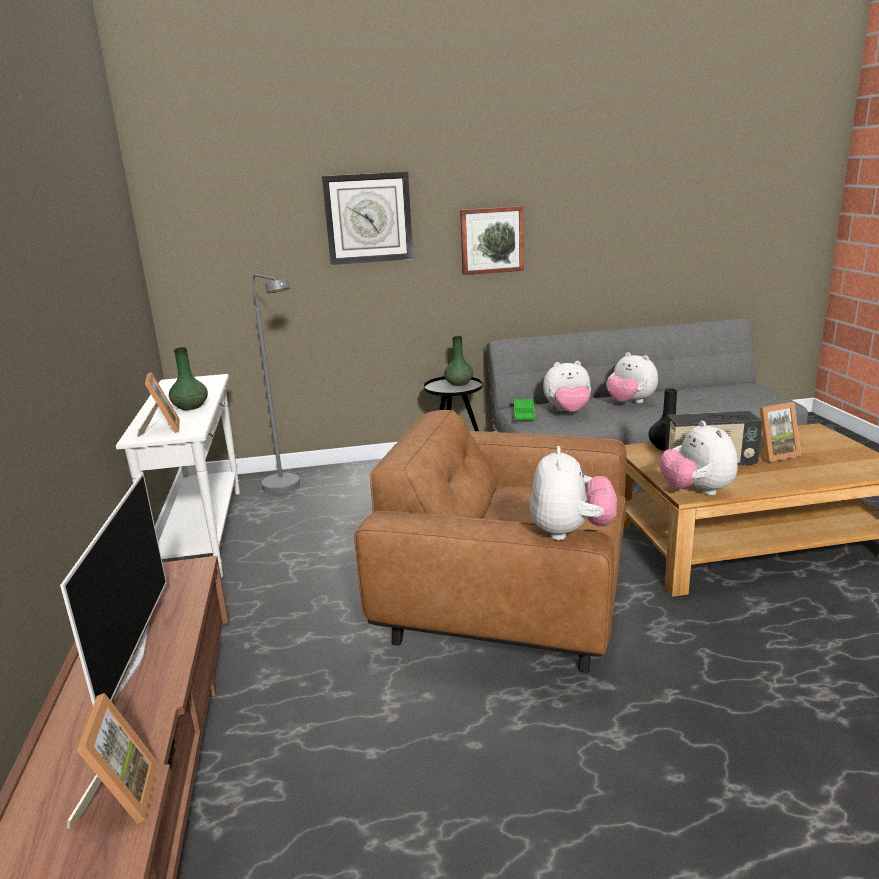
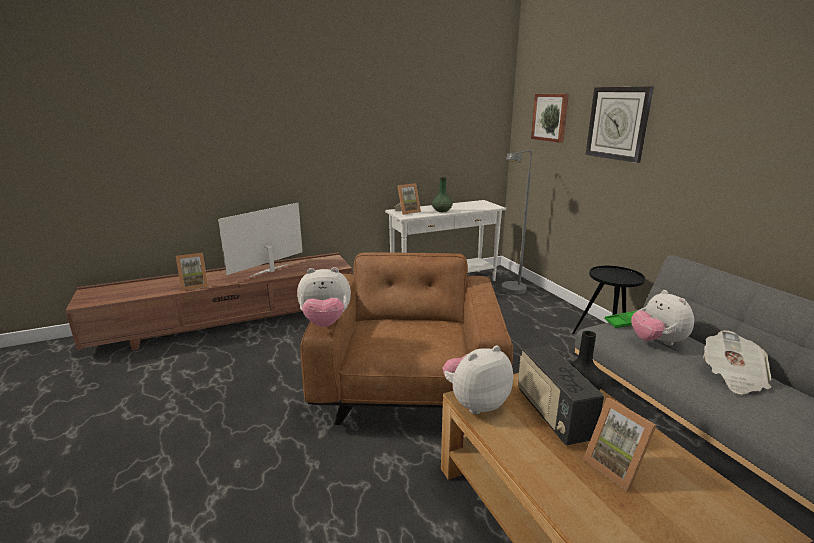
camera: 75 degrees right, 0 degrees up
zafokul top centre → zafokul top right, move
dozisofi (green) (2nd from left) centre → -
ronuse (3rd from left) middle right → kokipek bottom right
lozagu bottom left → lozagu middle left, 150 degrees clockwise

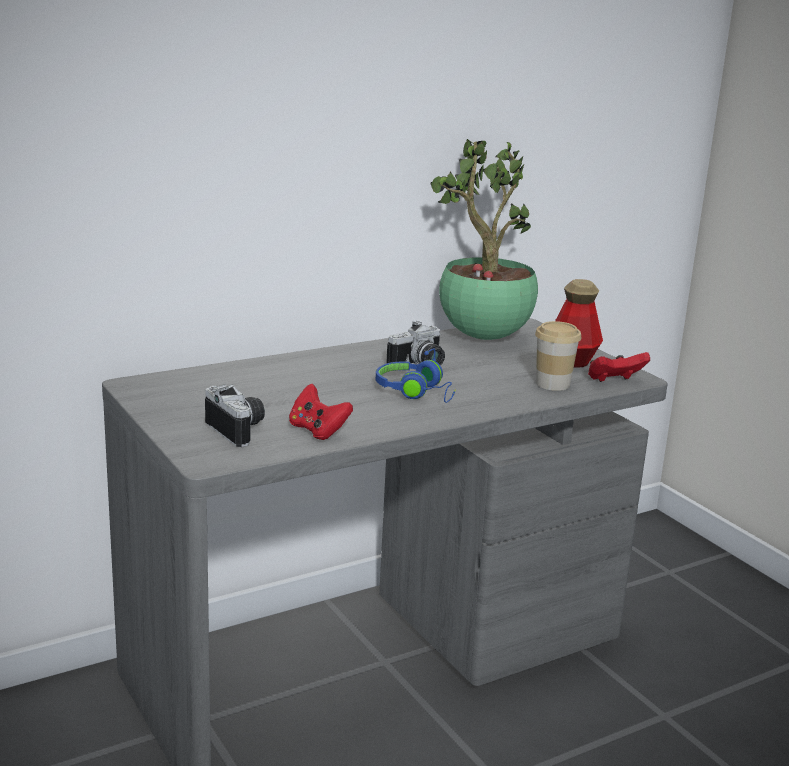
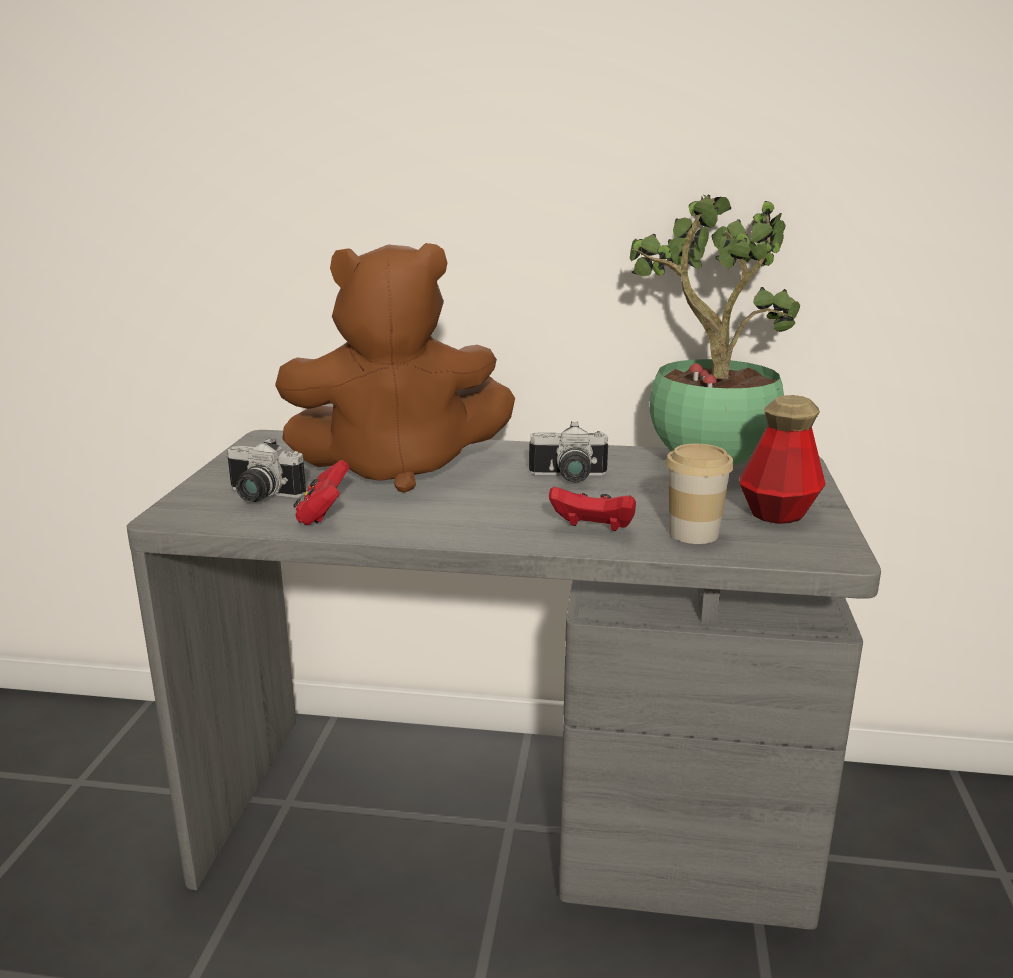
camera: 40 degrees right, 0 degrees up
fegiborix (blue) centre → -
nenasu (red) (2nd from left) middle right → nenasu (red) (2nd from left) centre, move
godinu (1st from left) middle left, 105 degrees clockwise
- → ronuse (brown) centre

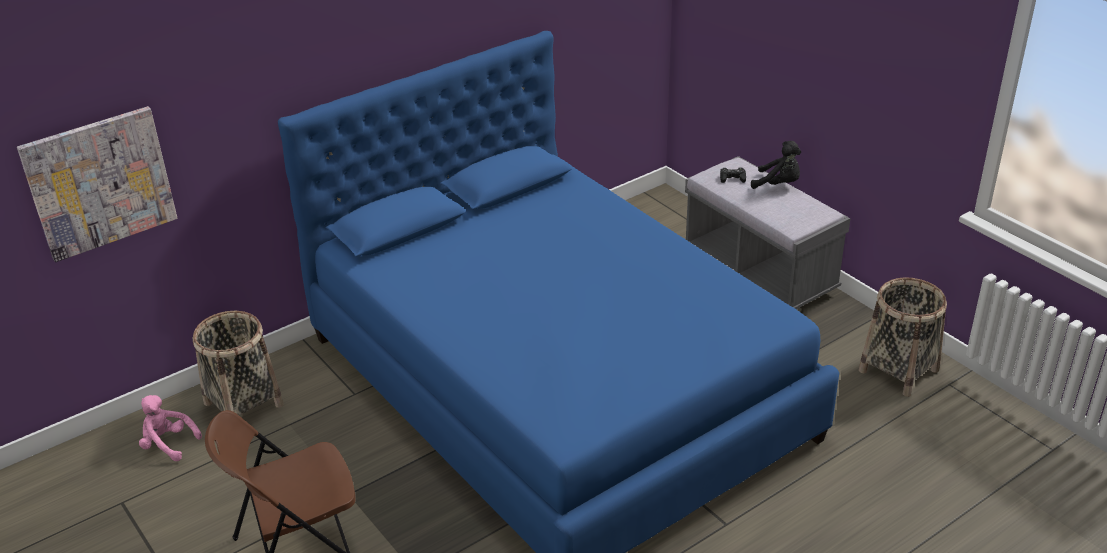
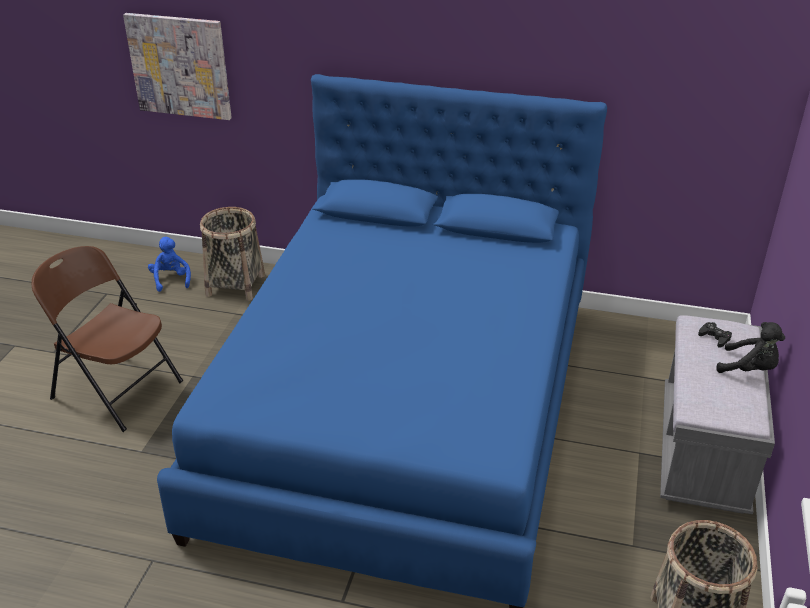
camera: 50 degrees right, 0 degrees up
ronuse (black) top right → ronuse (black) middle right, 45 degrees counterclockwise
ronuse (pink) bottom left → ronuse (blue) middle left

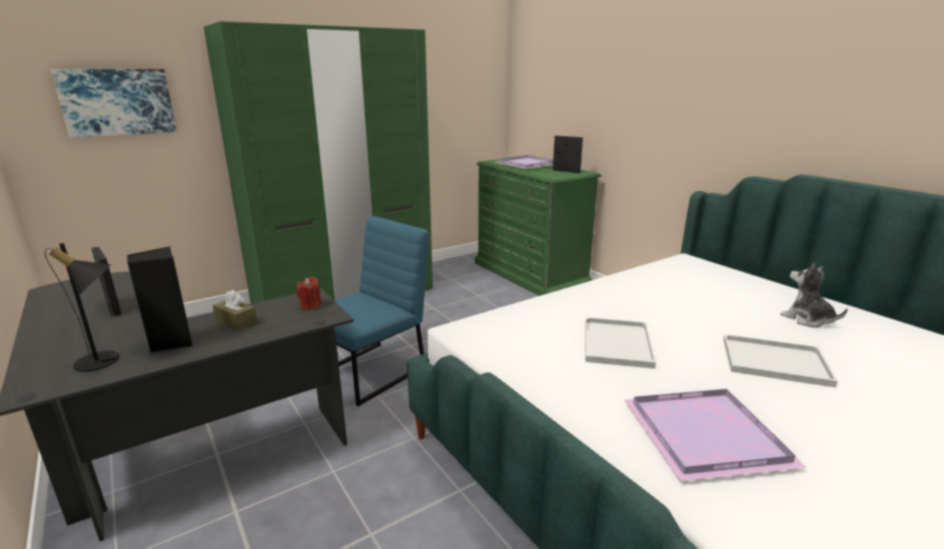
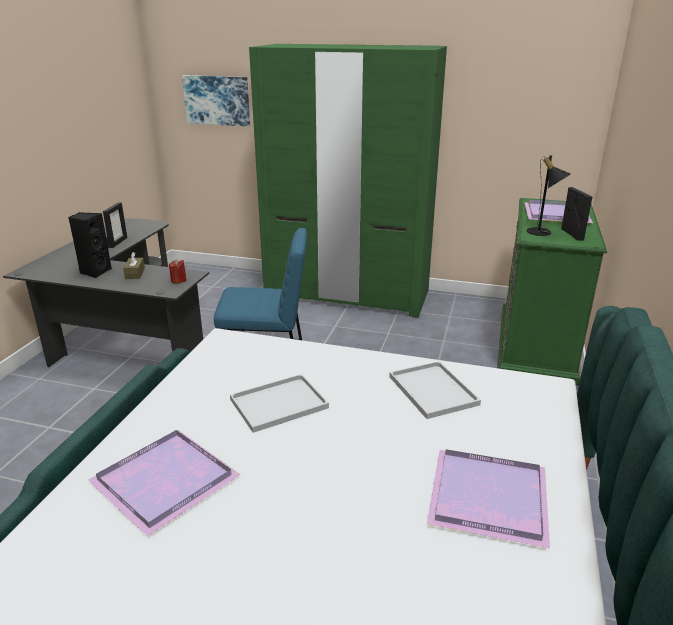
camera: 50 degrees right, 5 degrees up
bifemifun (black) middle left → bifemifun (black) top right, move
ronuse middle right → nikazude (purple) (2nd from left) bottom right
nikazude (white) (2nd from left) middle right → nikazude (white) (2nd from left) centre, move

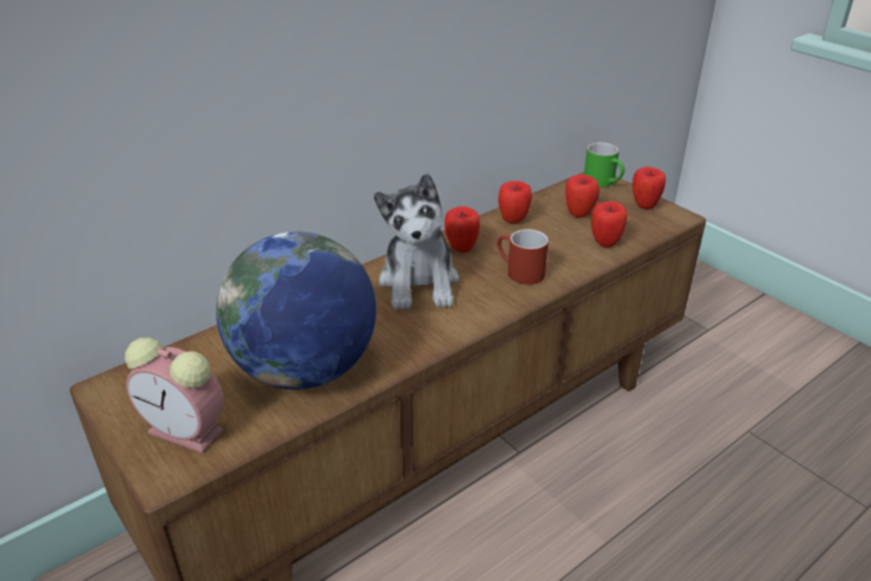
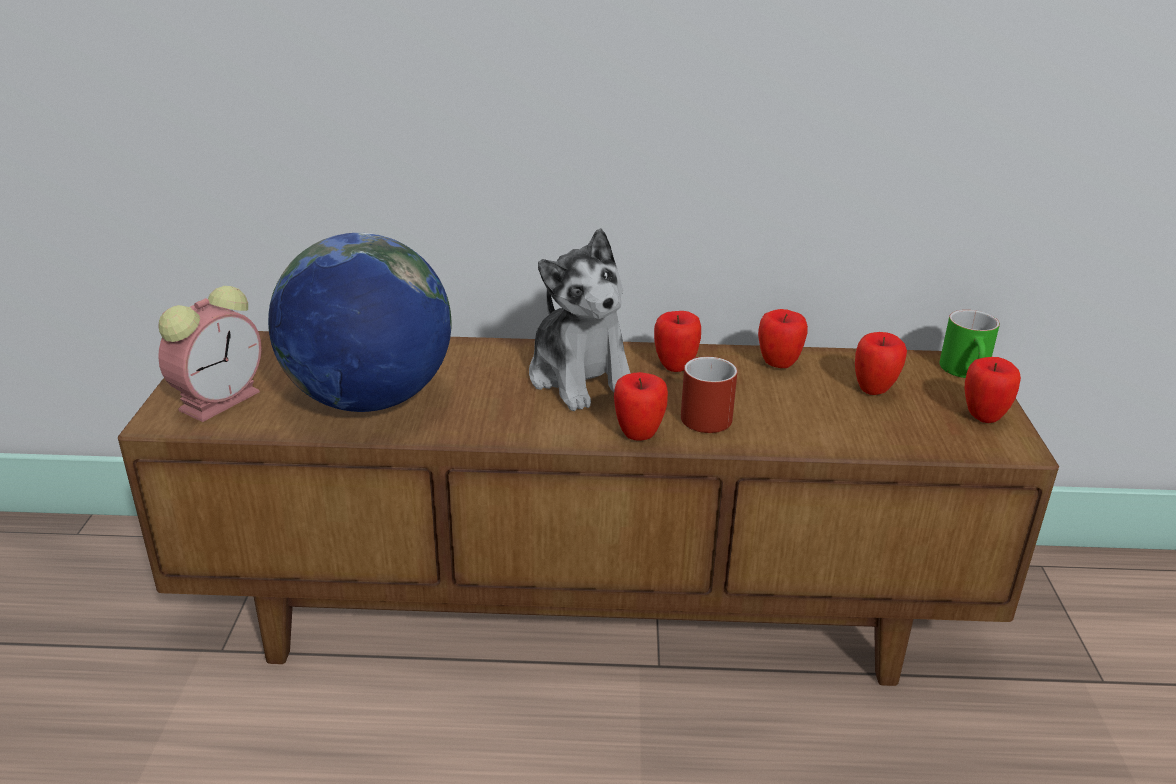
camera: 40 degrees right, 5 degrees down
ronuse centre, 60 degrees counterclockwise
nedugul (4th from left in the first image) middle right → nedugul (1st from left) centre, move
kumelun bottom left → kumelun middle left, 120 degrees counterclockwise

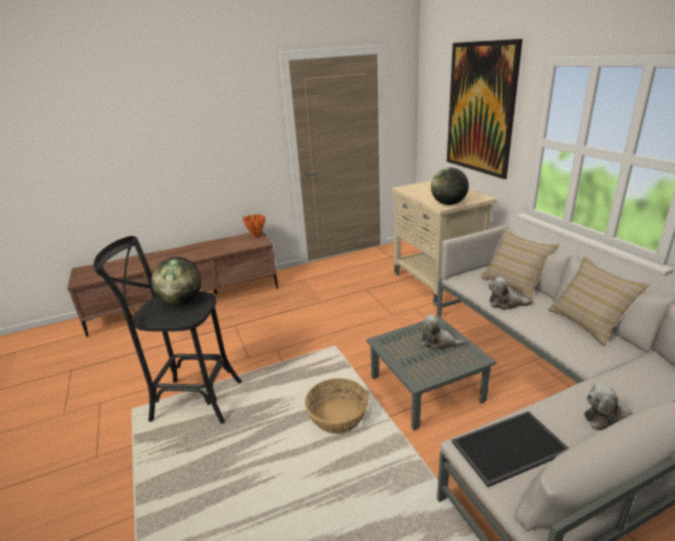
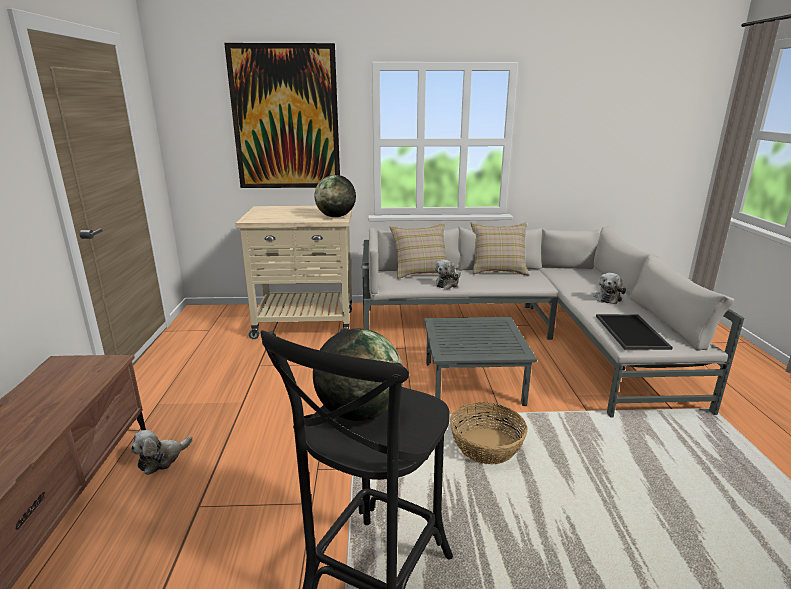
camera: 70 degrees left, 5 degrees down
dozisofi (orange) centre → -
ronuse (1st from left) centre → ronuse (1st from left) bottom left, move

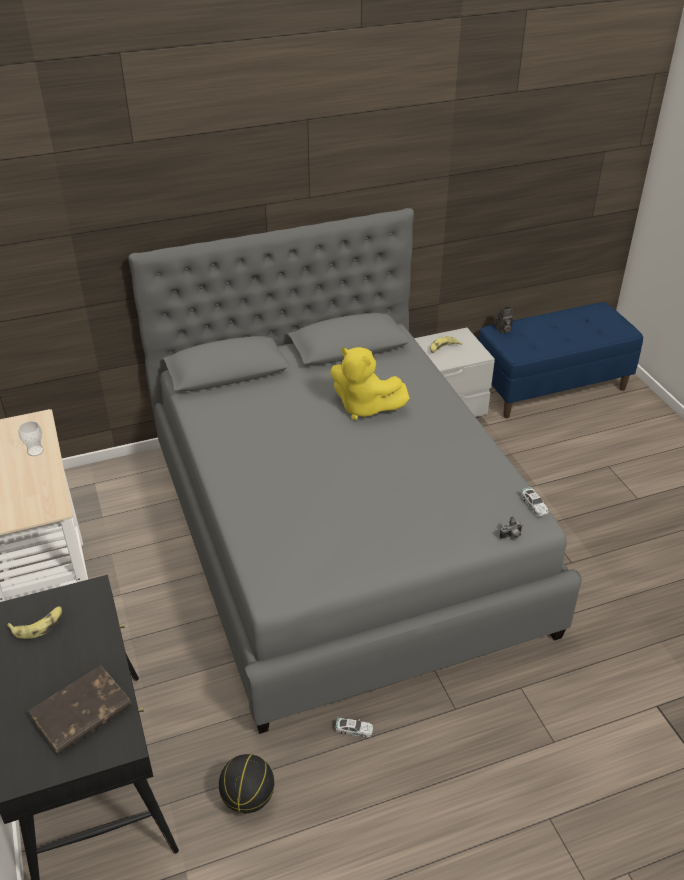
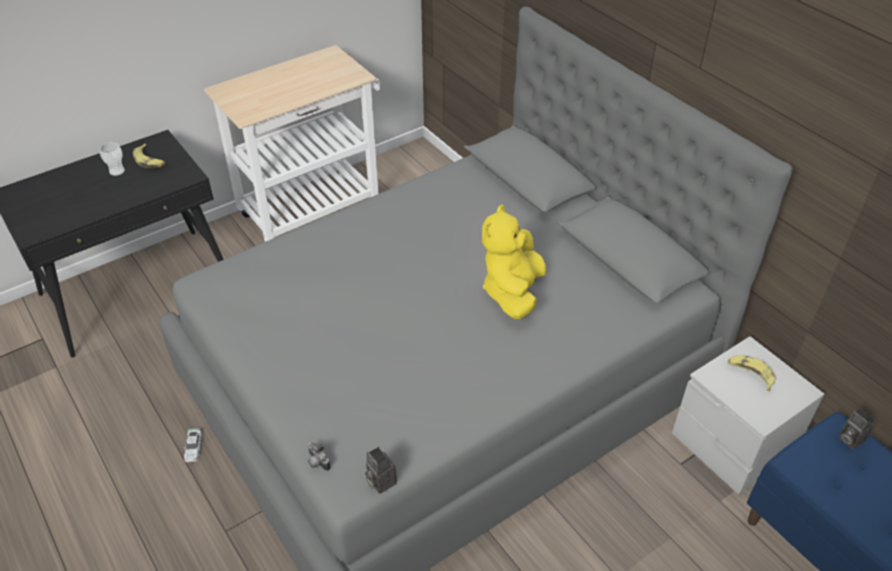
camera: 75 degrees right, 5 degrees up
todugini middle left → todugini top left, move
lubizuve (2nd from left) middle right → godinu (2nd from left) bottom centre
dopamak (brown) bottom left → -
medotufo bottom centre → -

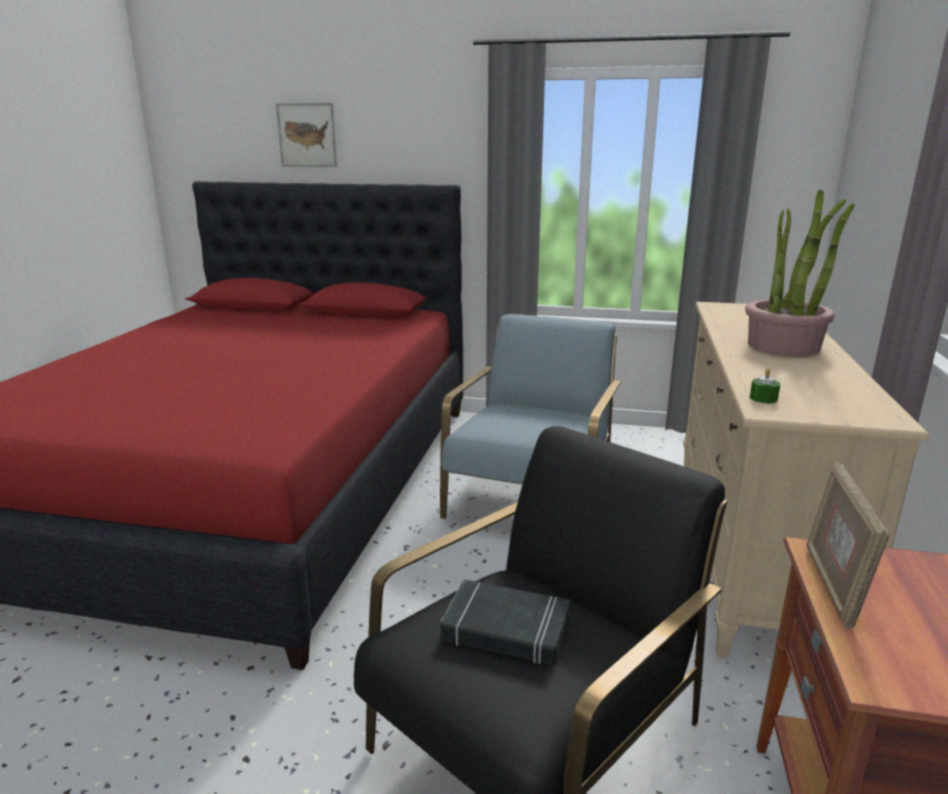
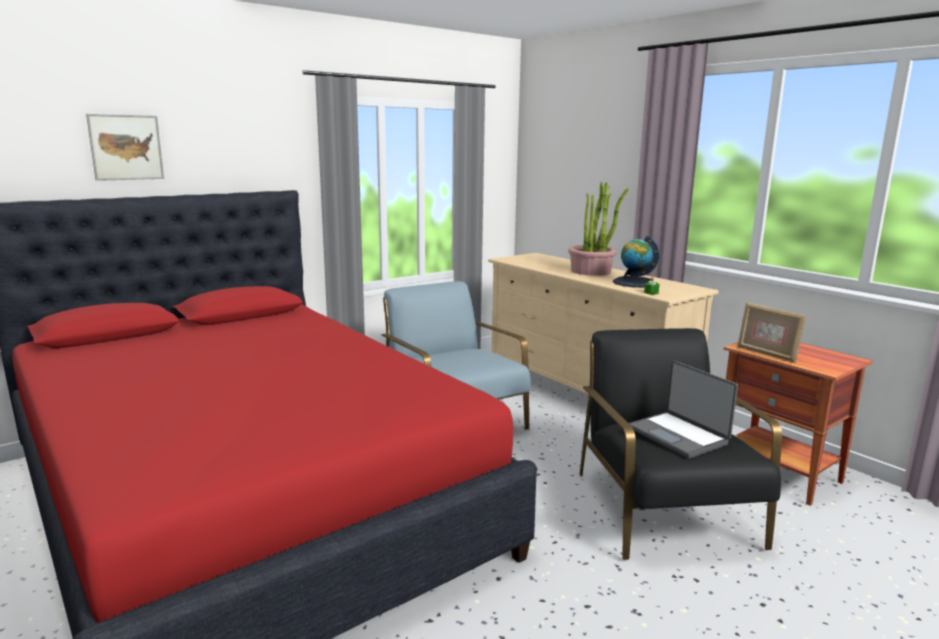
camera: 50 degrees left, 5 degrees down
dopamak (black) bottom centre → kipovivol middle right
- → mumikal middle right

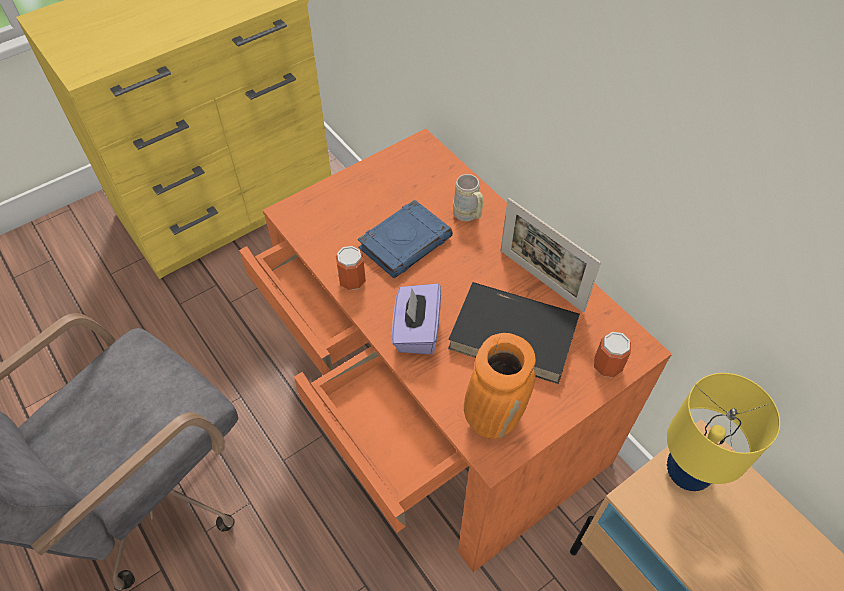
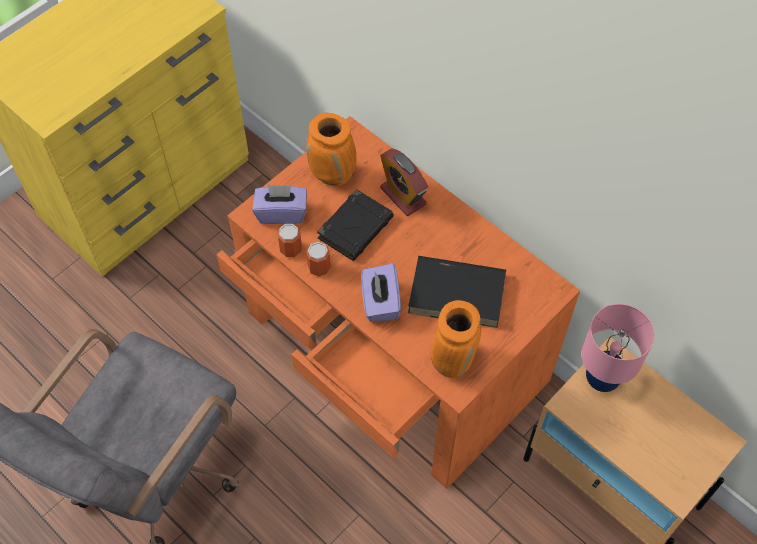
camera: 10 degrees left, 5 degrees up
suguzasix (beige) centre → kumelun centre
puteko centre → -
dopamak (blue) centre → dopamak (black) (1st from left) centre
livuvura (2nd from left in the first image) middle right → livuvura (1st from left) centre, move
bifemifun (yellow) bottom right → bifemifun (pink) middle right
- → dozisofi (orange) (1st from left) top centre
- → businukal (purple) (1st from left) centre

